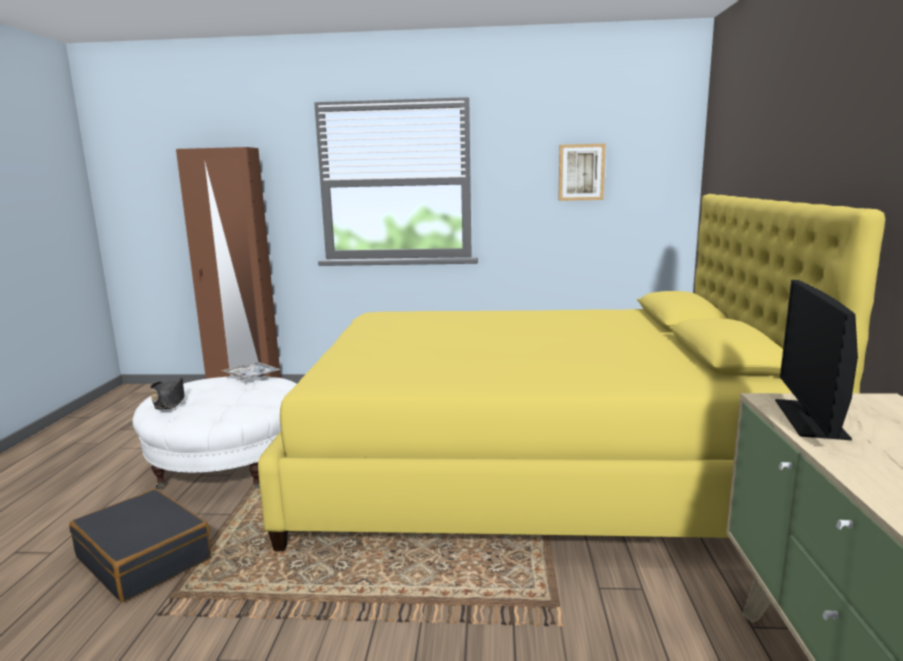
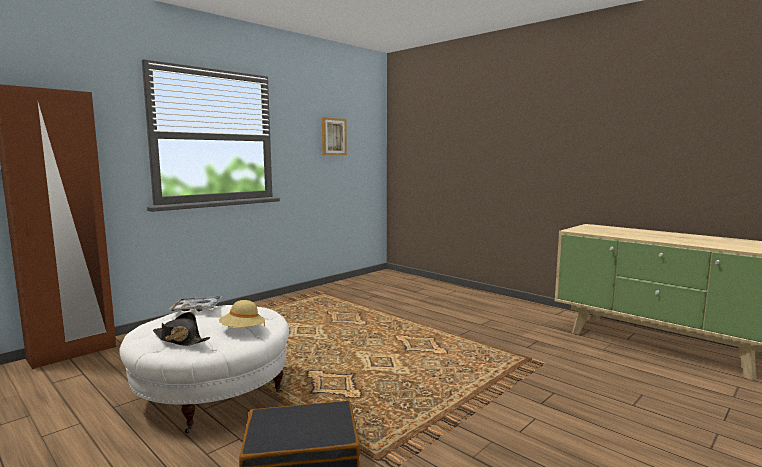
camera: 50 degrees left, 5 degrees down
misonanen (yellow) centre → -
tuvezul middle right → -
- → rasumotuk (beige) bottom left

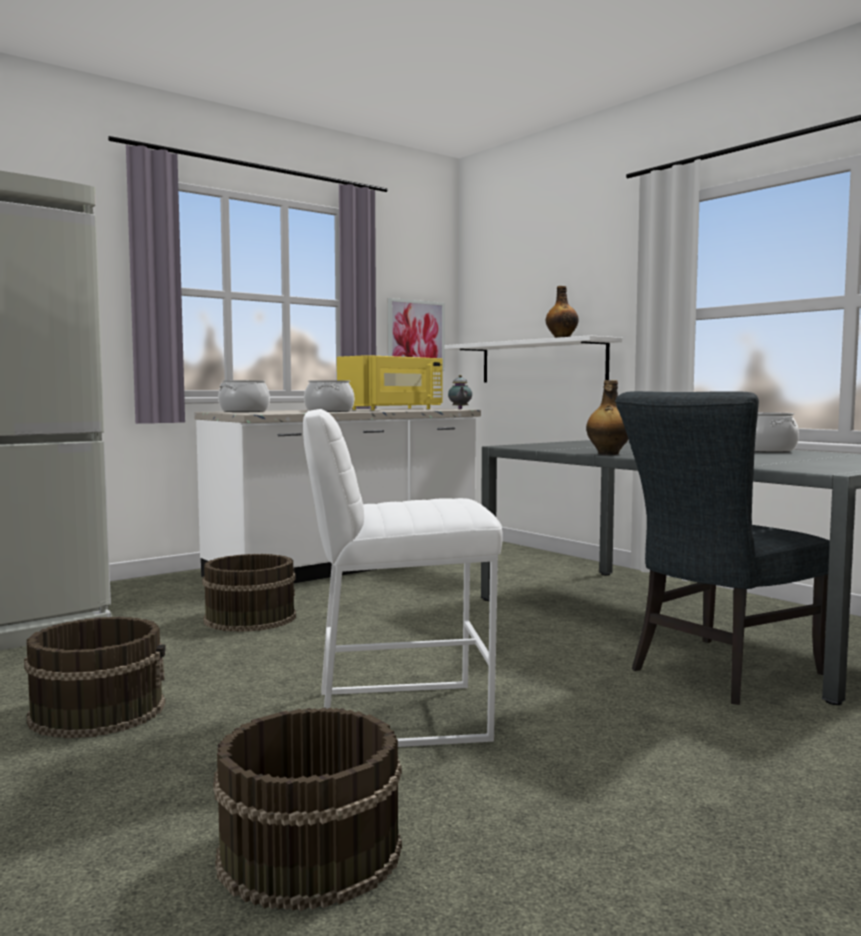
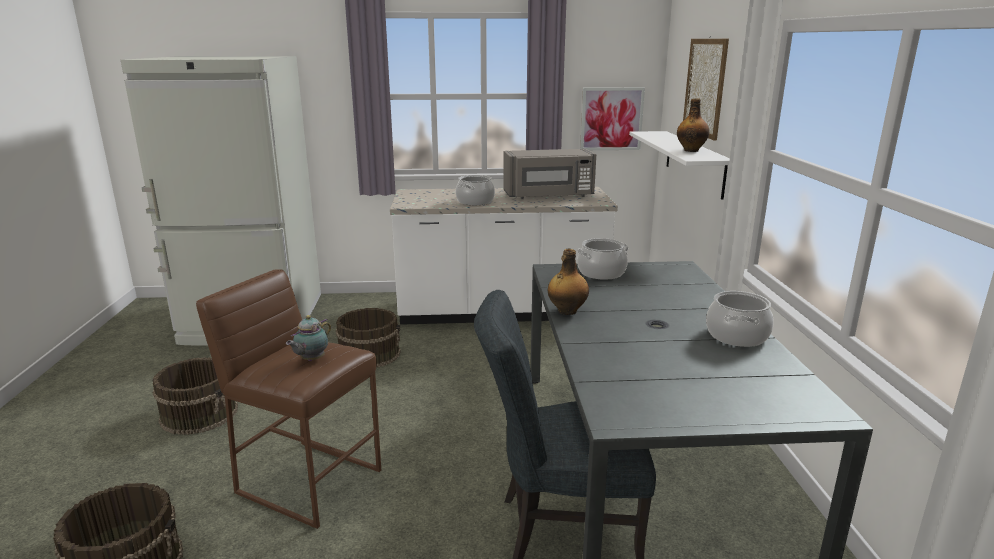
camera: 35 degrees right, 15 degrees up
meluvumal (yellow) centre → meluvumal (grey) top centre
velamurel centre → velamurel middle left, move
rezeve (1st from left in the first image) middle left → rezeve (2nd from left) centre, move
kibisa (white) centre → kibisa (brown) bottom left
- → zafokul (2nd from left) top right

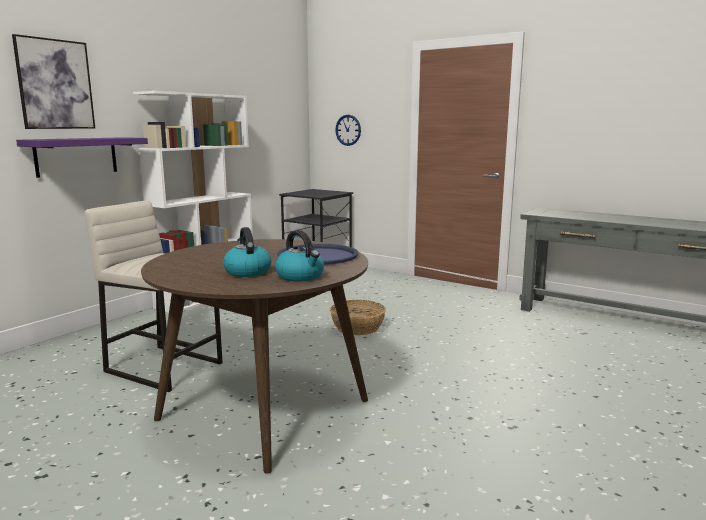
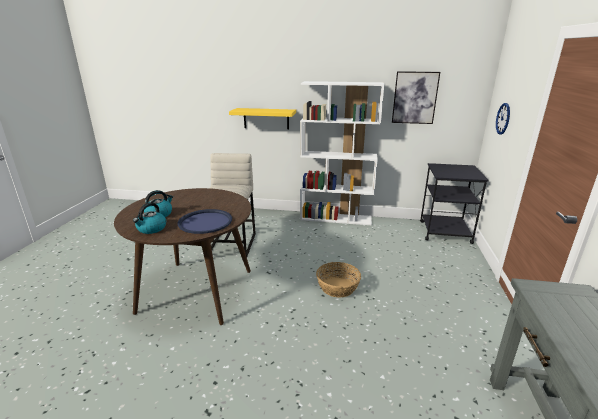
camera: 65 degrees right, 10 degrees up
zafokul top left → zafokul top right, move
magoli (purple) top left → magoli (yellow) top centre

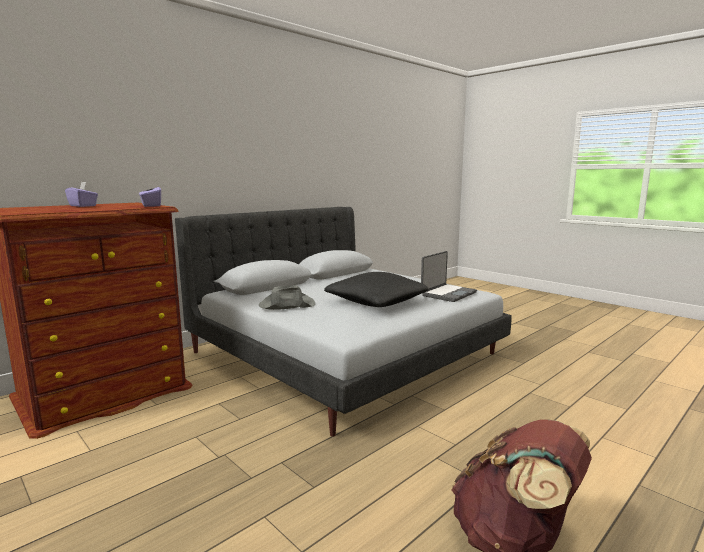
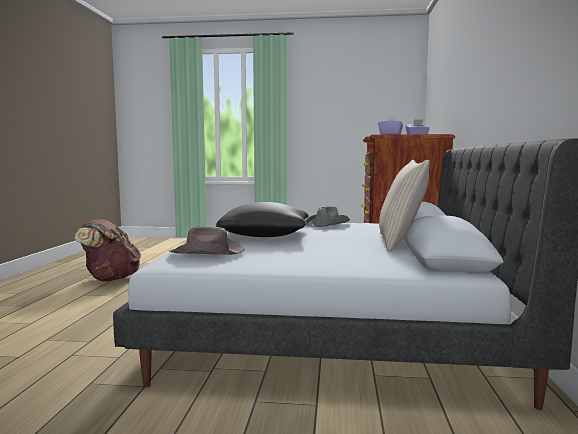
camera: 140 degrees right, 5 degrees down
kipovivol centre → rasumotuk (brown) centre
- → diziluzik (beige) middle right

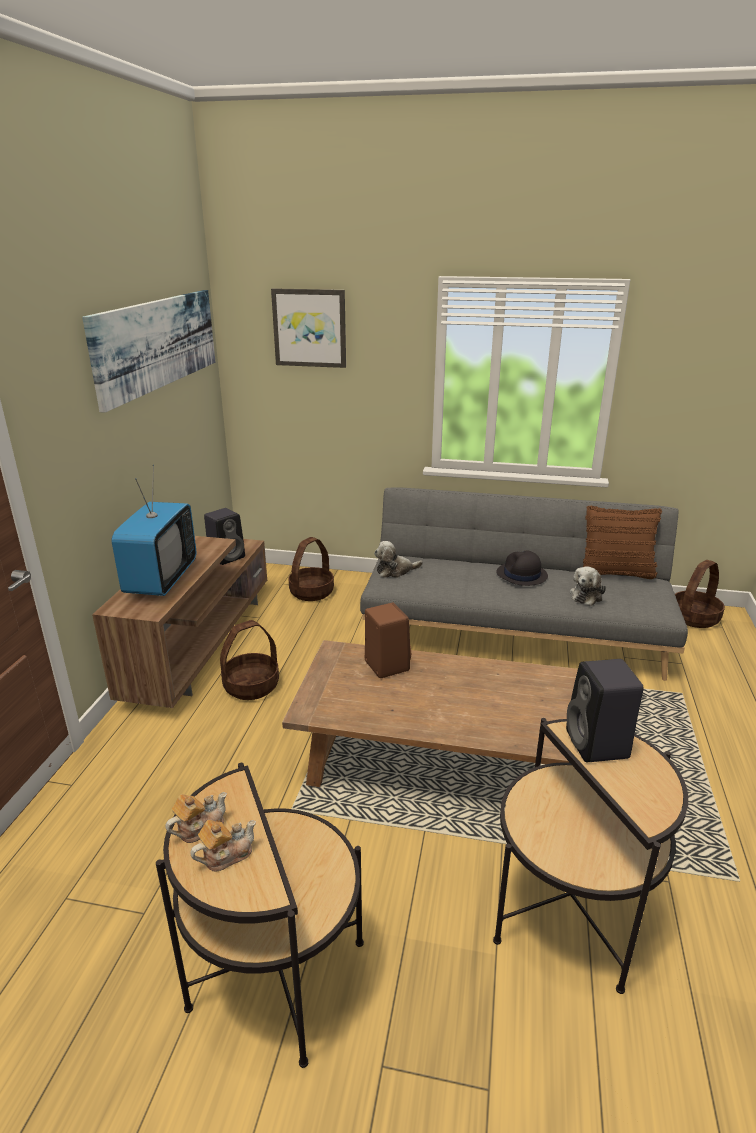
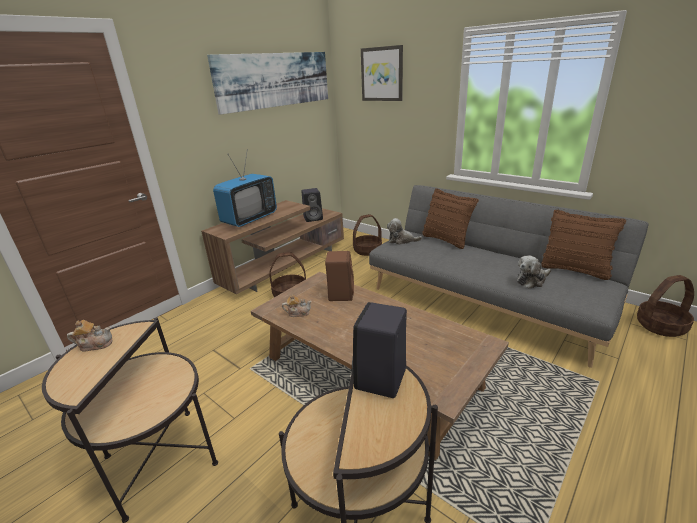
camera: 30 degrees right, 0 degrees up
rasumotuk (black) middle right → -
velamurel (2nd from left) bottom left → velamurel (2nd from left) centre, move
- → diziluzik (brown) (1st from left) centre

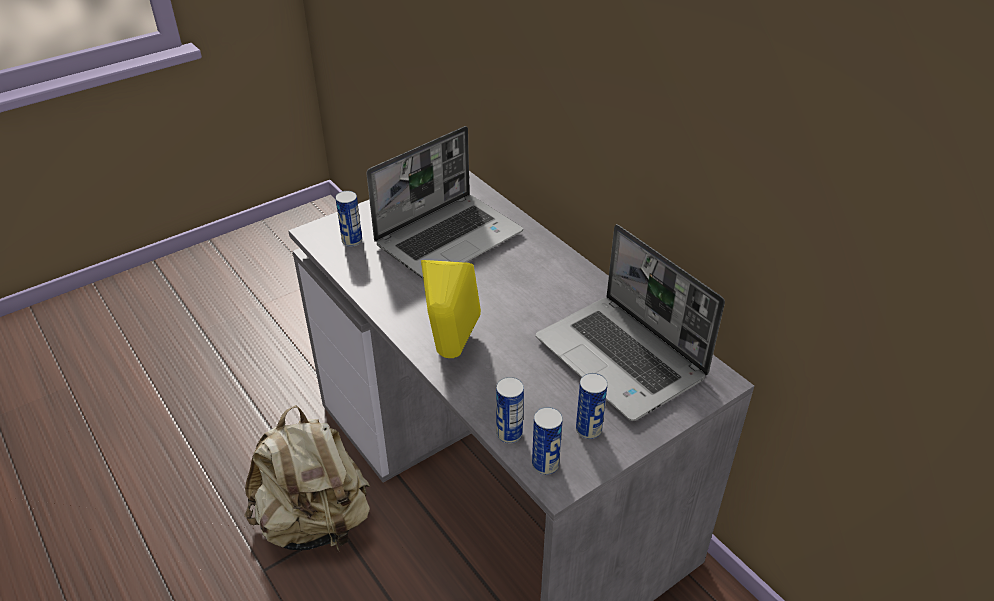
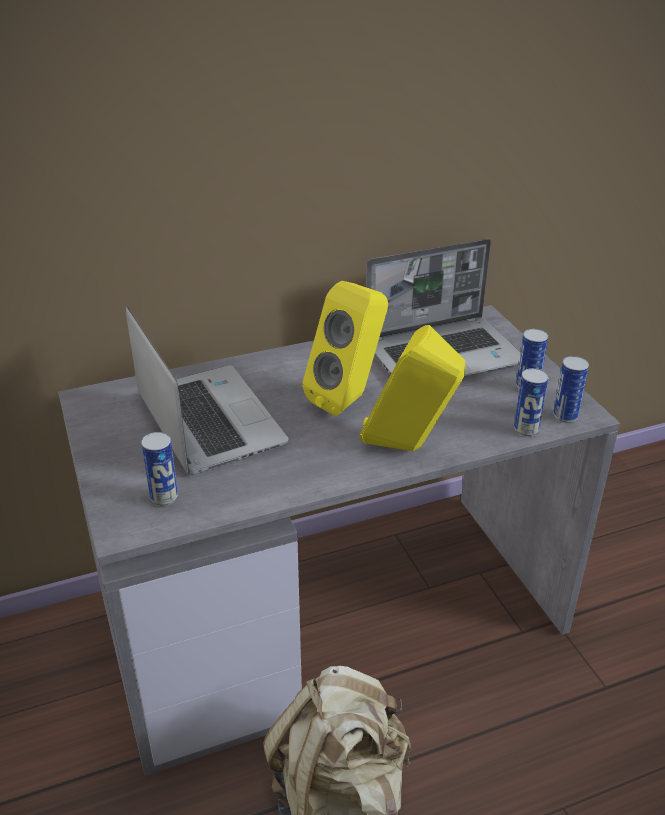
camera: 75 degrees left, 5 degrees down
- → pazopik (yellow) (1st from left) centre

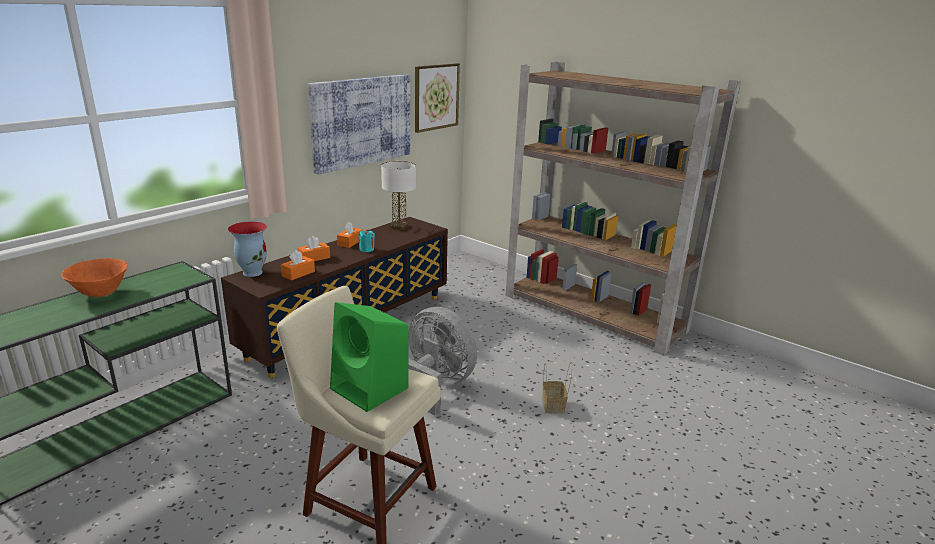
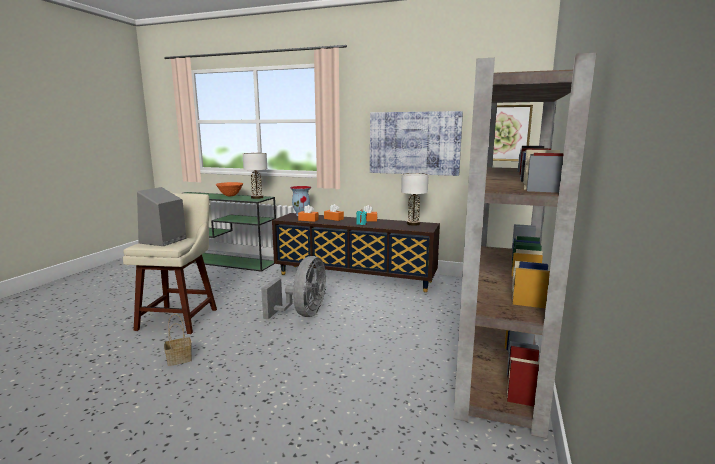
camera: 70 degrees right, 10 degrees down
pazopik (green) centre → pazopik (grey) middle left
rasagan bottom centre → rasagan bottom left, move
- → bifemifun (1st from left) centre

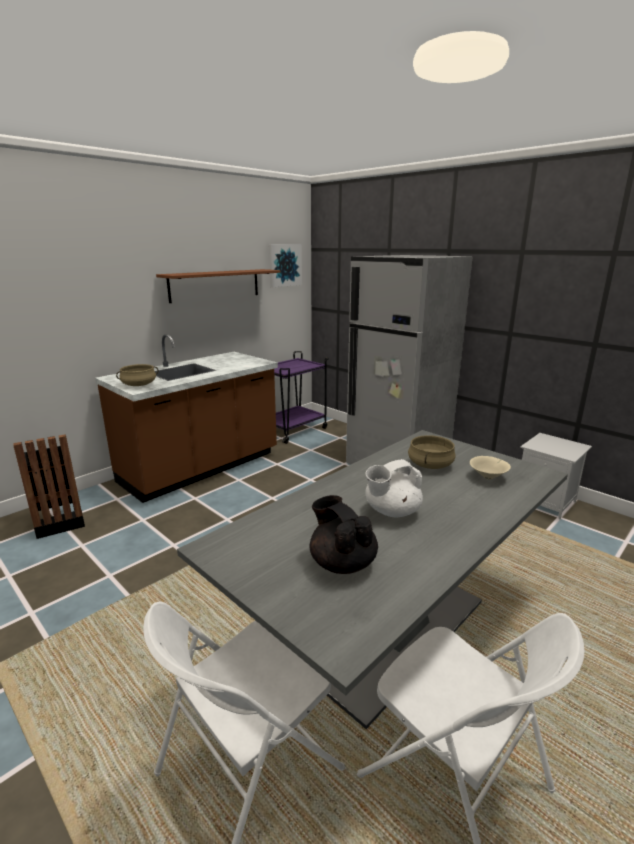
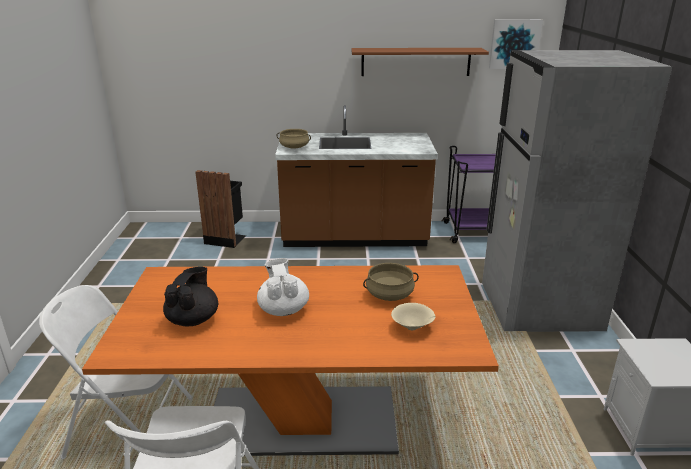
camera: 45 degrees right, 5 degrees up
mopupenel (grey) bottom centre → mopupenel (orange) bottom centre
velamurel (white) centre, 60 degrees clockwise

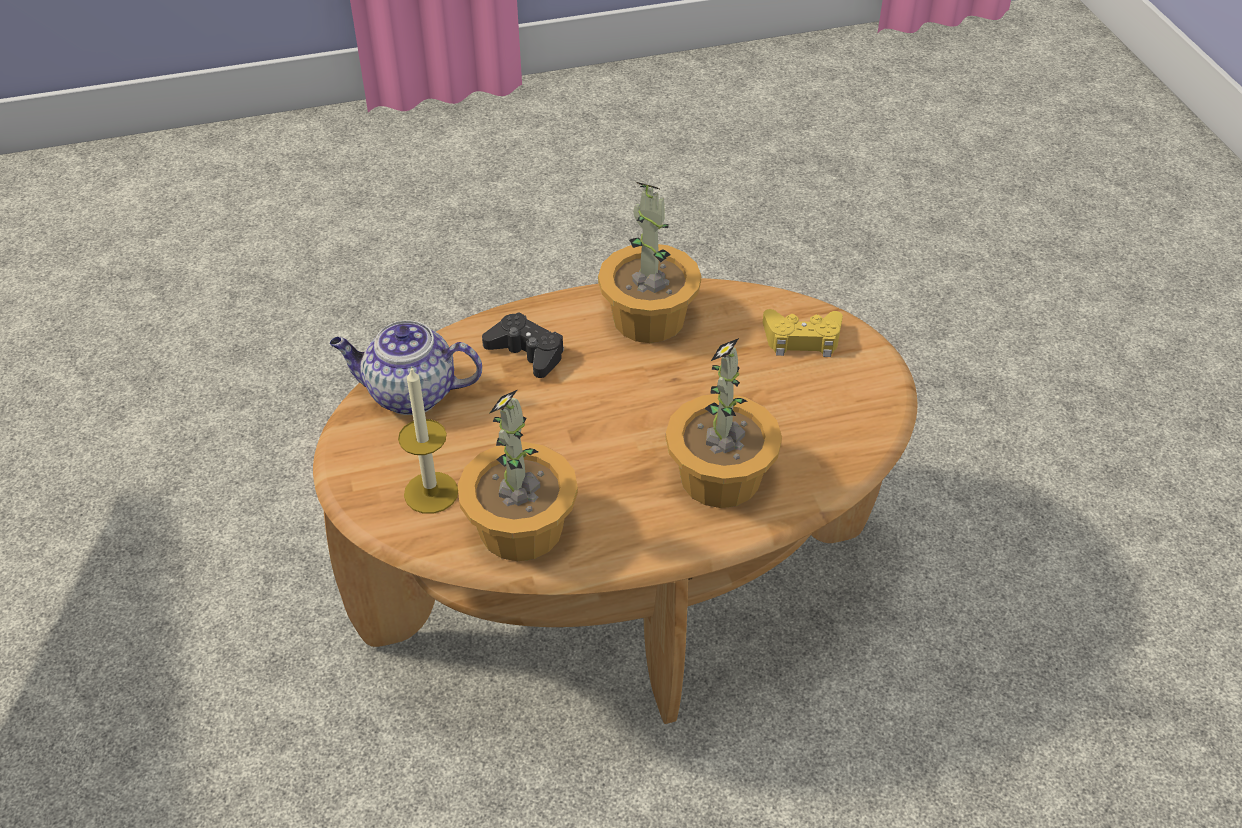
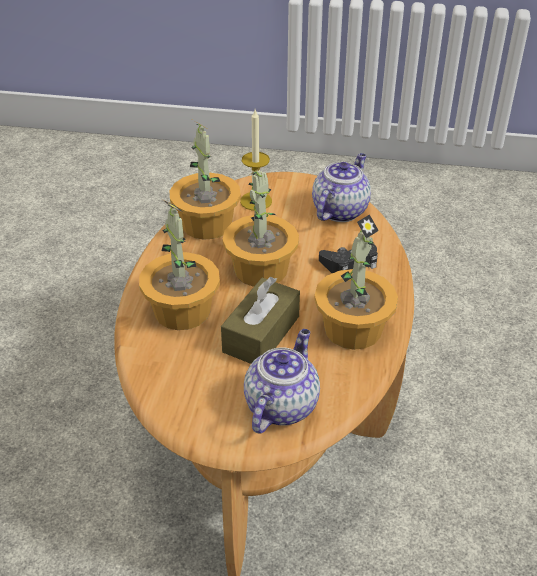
camera: 115 degrees right, 5 degrees down
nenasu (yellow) centre → velamurel (1st from left) centre
- → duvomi (3rd from left) centre
- → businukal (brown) centre

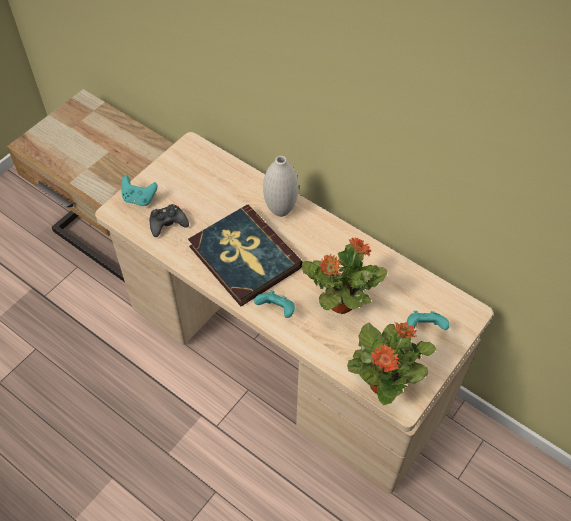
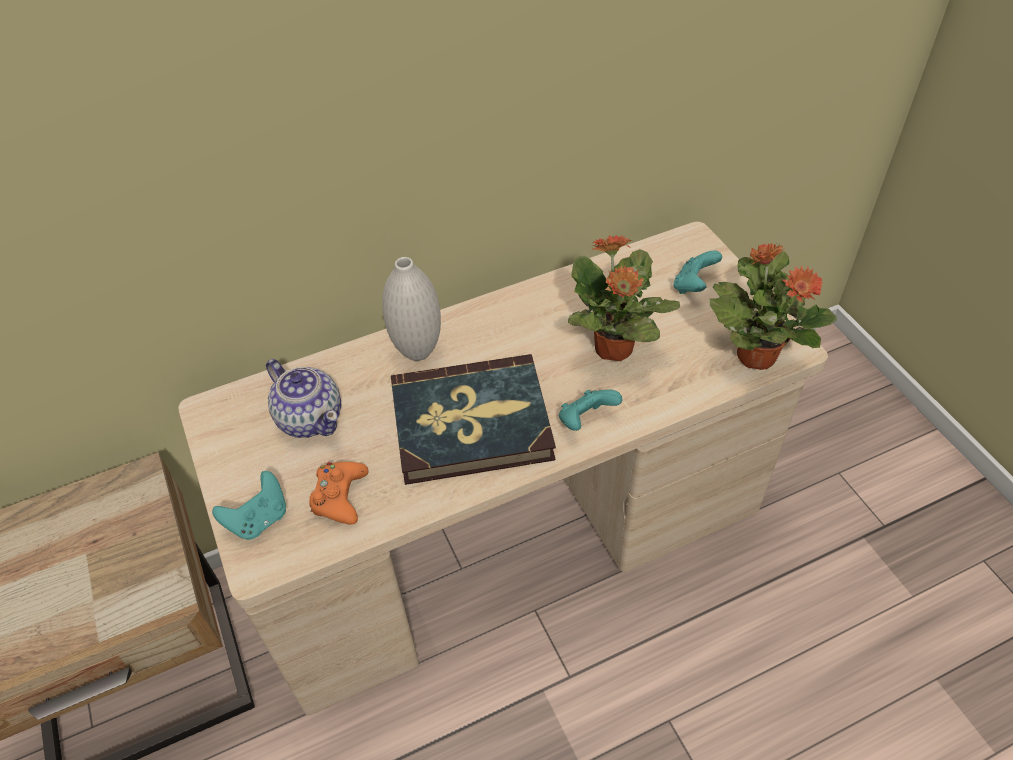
camera: 60 degrees left, 5 degrees down
nenasu (black) middle left → nenasu (orange) centre
- → velamurel middle left

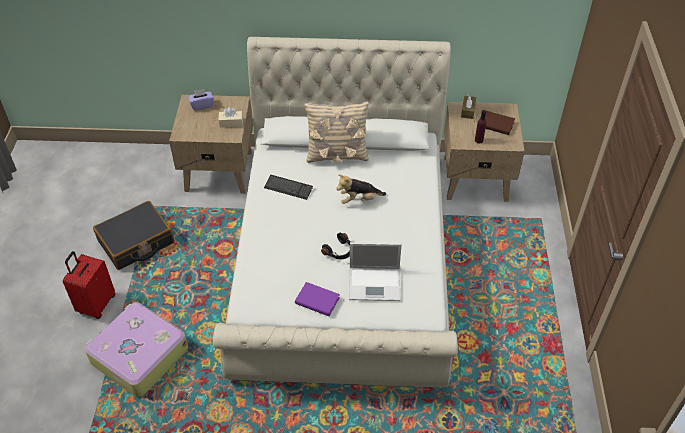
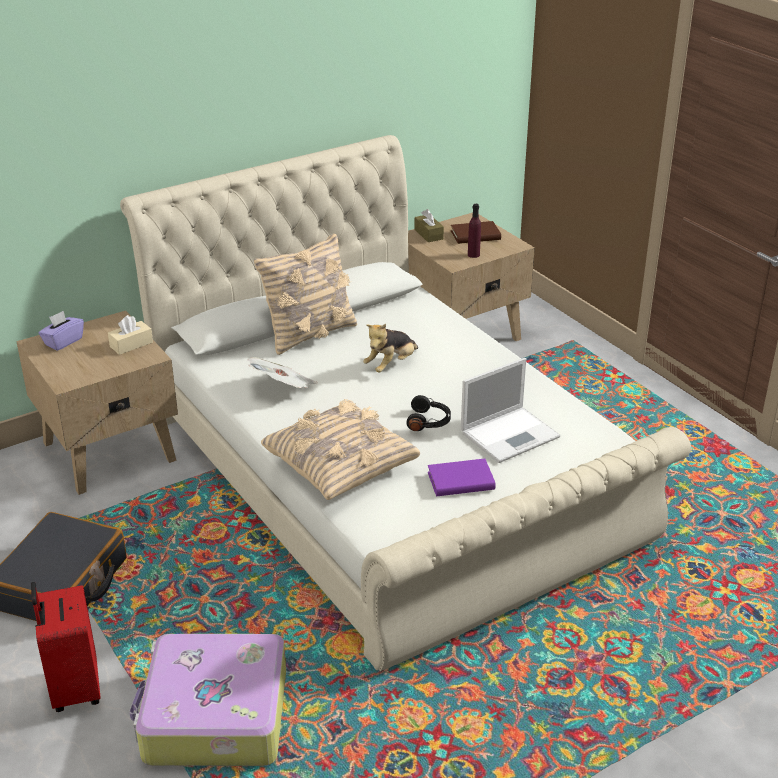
camera: 35 degrees left, 15 degrees down
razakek centre → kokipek centre
- → diziluzik (beige) (2nd from left) centre

